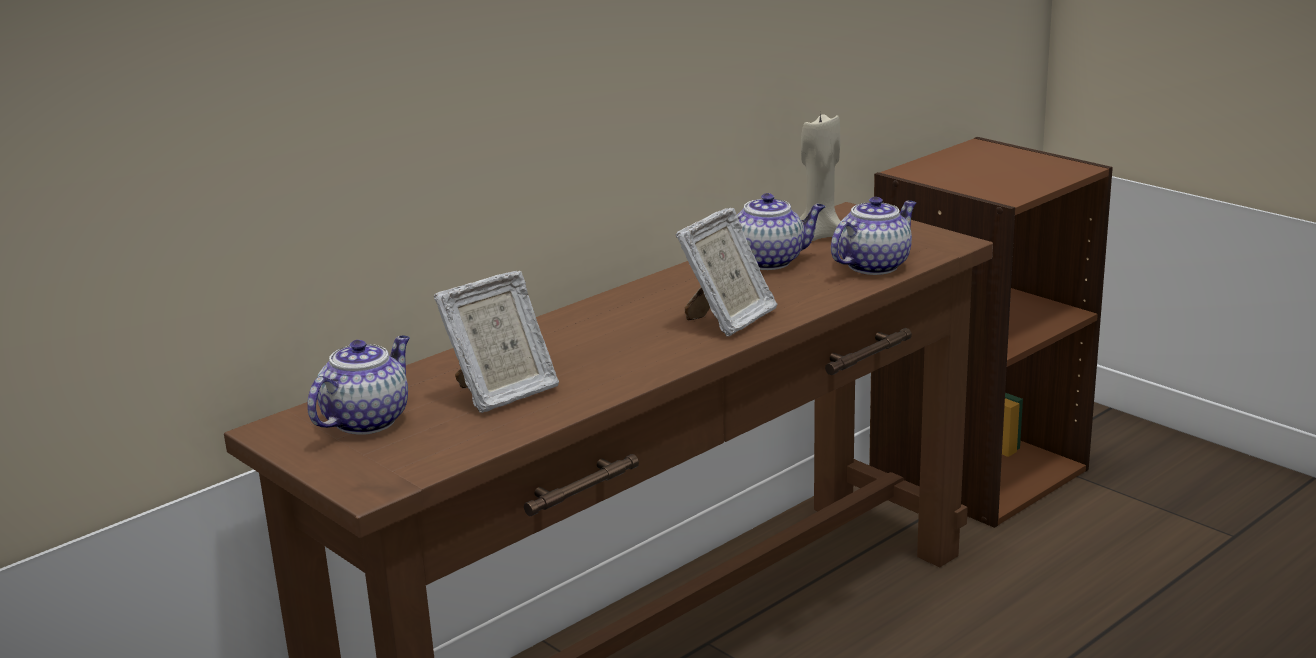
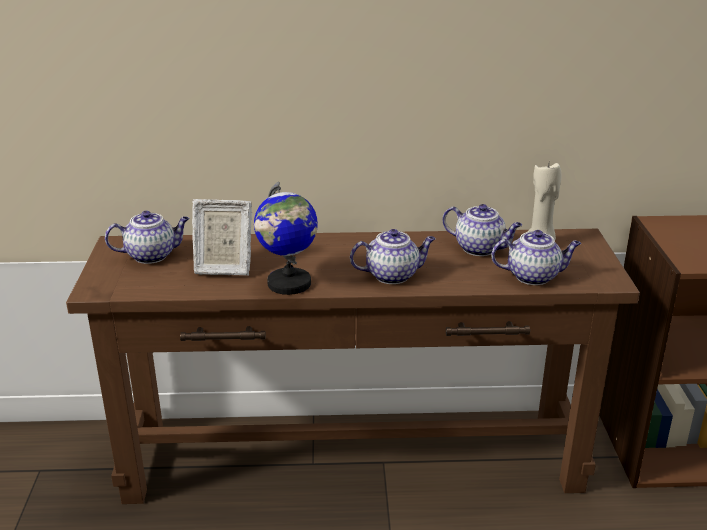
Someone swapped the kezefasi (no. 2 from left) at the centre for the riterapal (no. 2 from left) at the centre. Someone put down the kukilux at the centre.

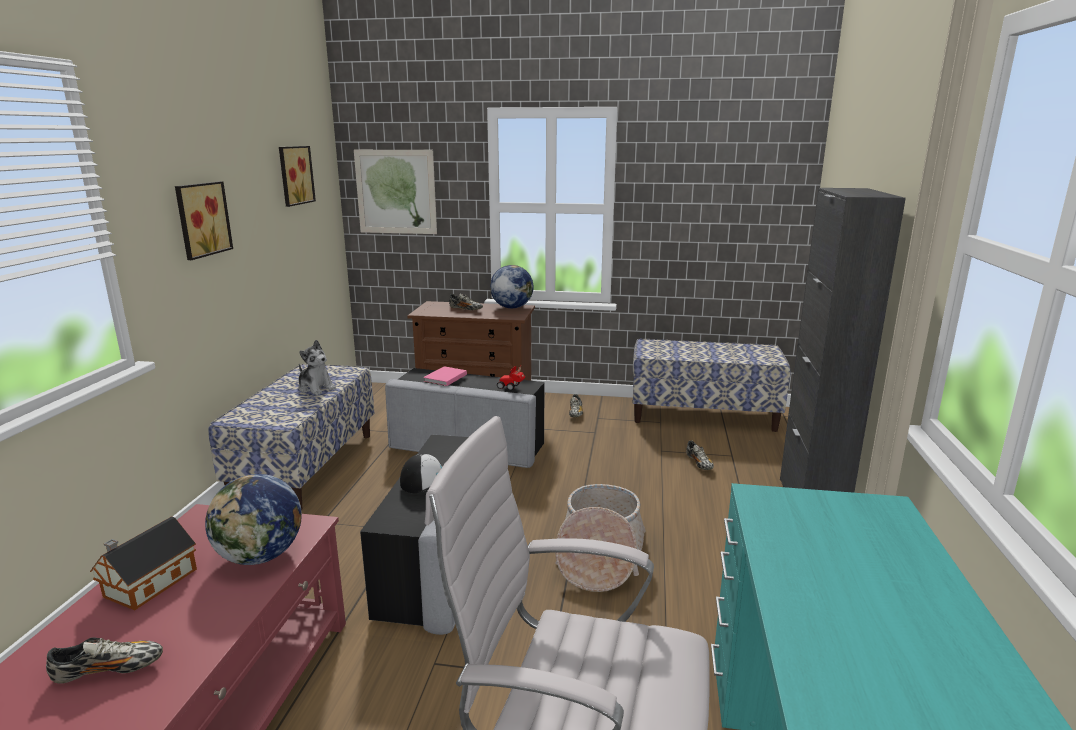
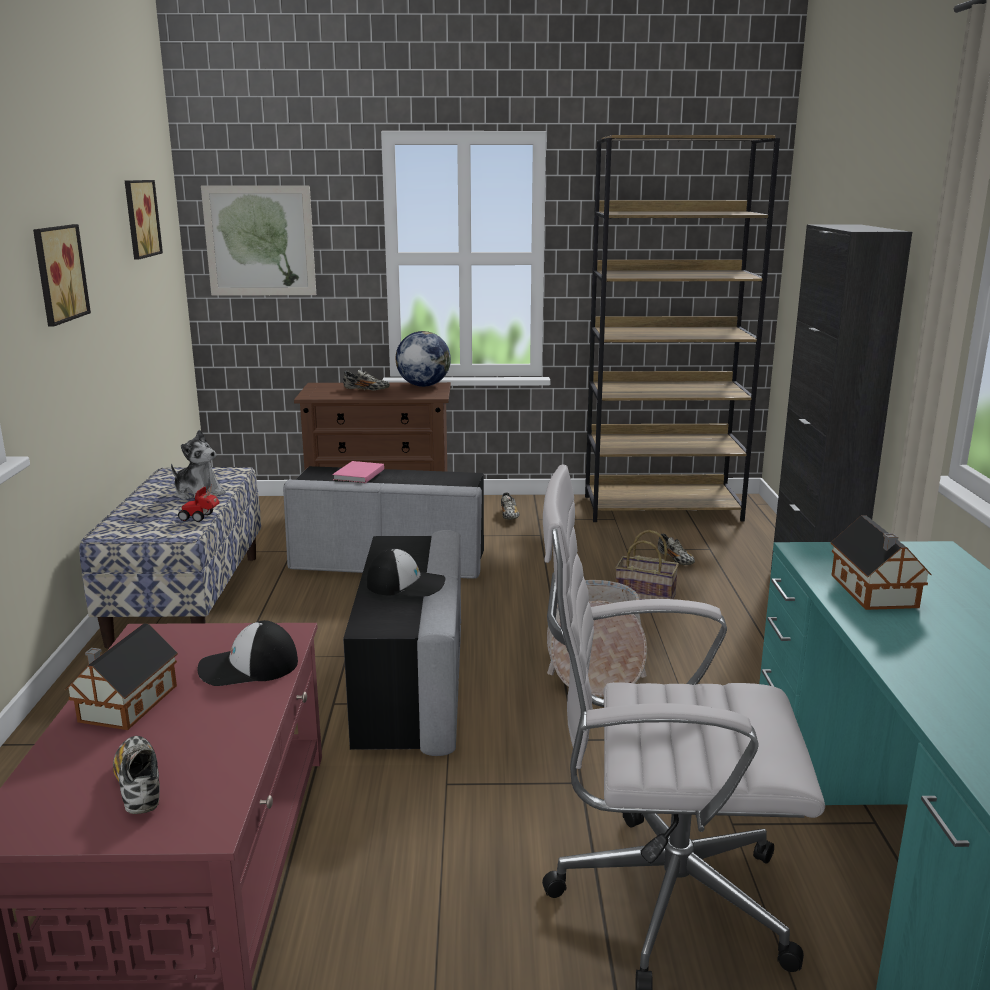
Someone rotated the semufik (no. 1 from left) at the bottom left by 90 degrees counterclockwise. Someone swapped the kukilux (no. 1 from left) at the bottom left for the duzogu (no. 1 from left) at the middle left. Someone carried the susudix from the centre to the middle left. Someone swapped the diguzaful (no. 2 from left) at the centre for the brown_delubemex at the top right. Someone put down the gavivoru (no. 2 from left) at the centre. Someone put down the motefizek (no. 2 from left) at the middle right.

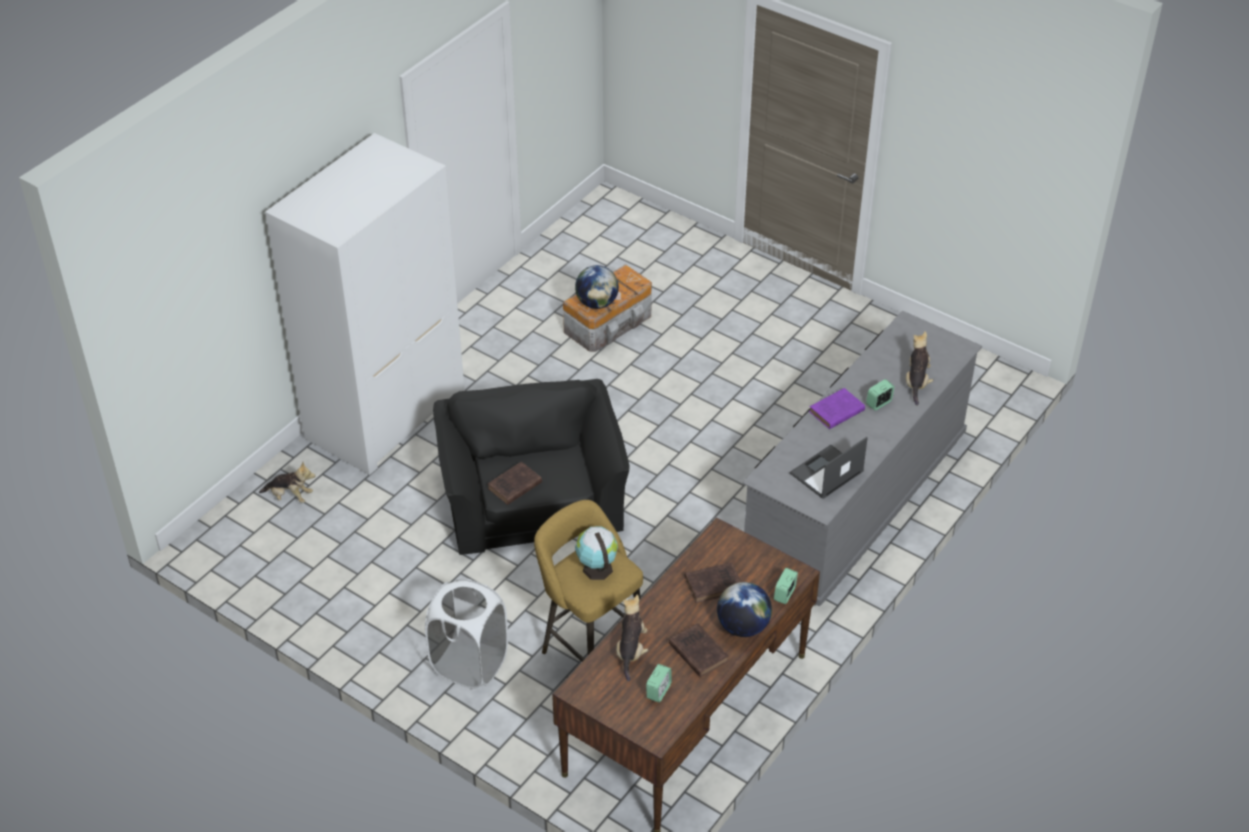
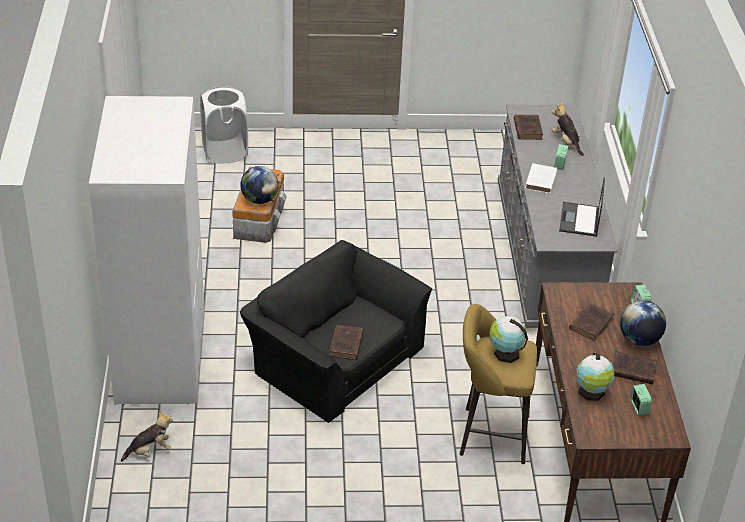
Someone carried the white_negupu from the bottom centre to the top left. Someone swapped the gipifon (no. 2 from left) at the bottom centre for the kukilux (no. 3 from left) at the bottom right. Someone repainted the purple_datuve at the middle right, which became the white_datuve at the middle right. Someone put down the brown_datuve (no. 2 from left) at the top right.

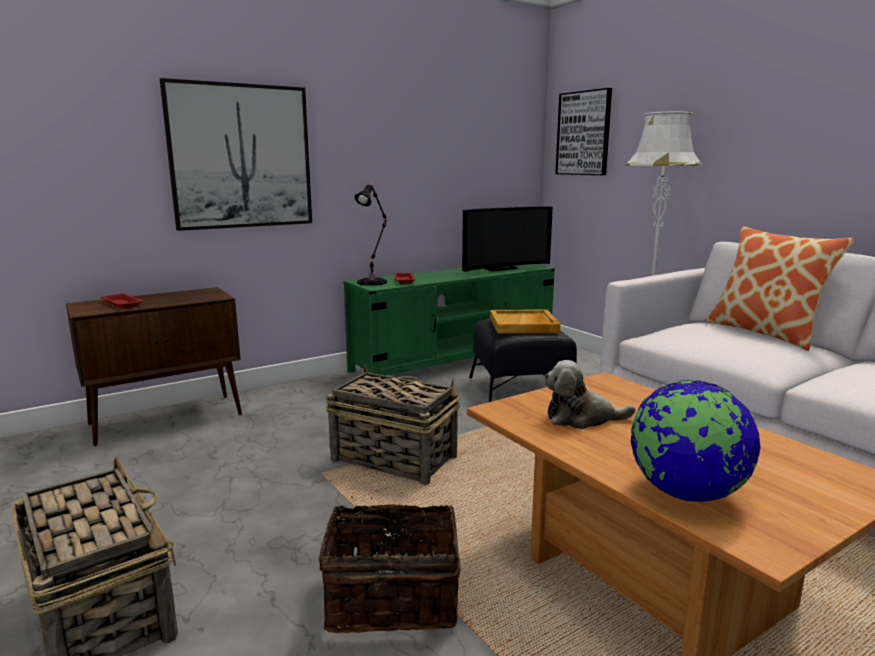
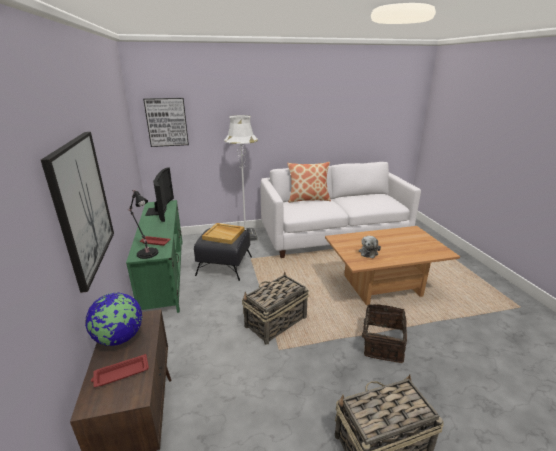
Someone carried the kukilux from the bottom right to the bottom left.

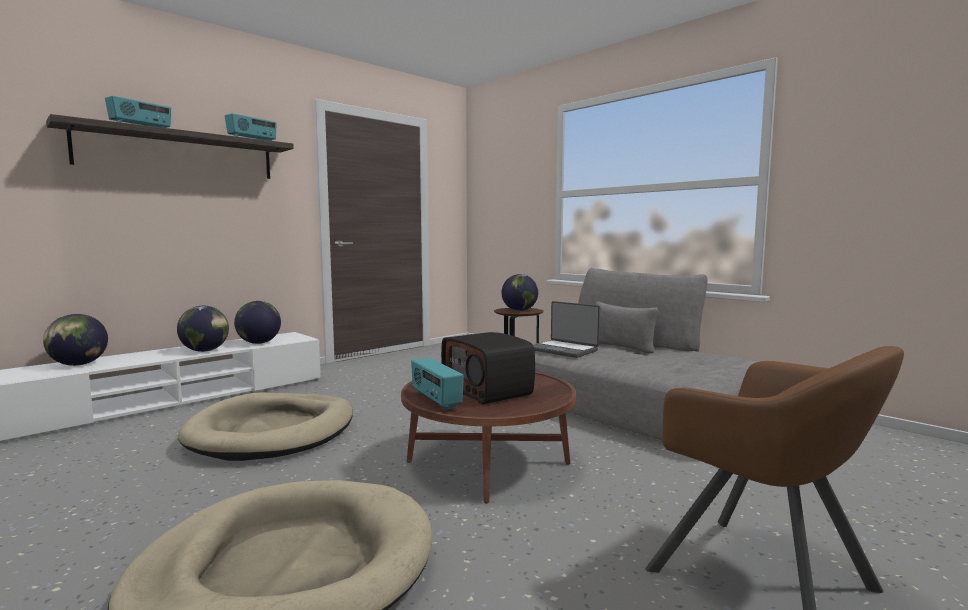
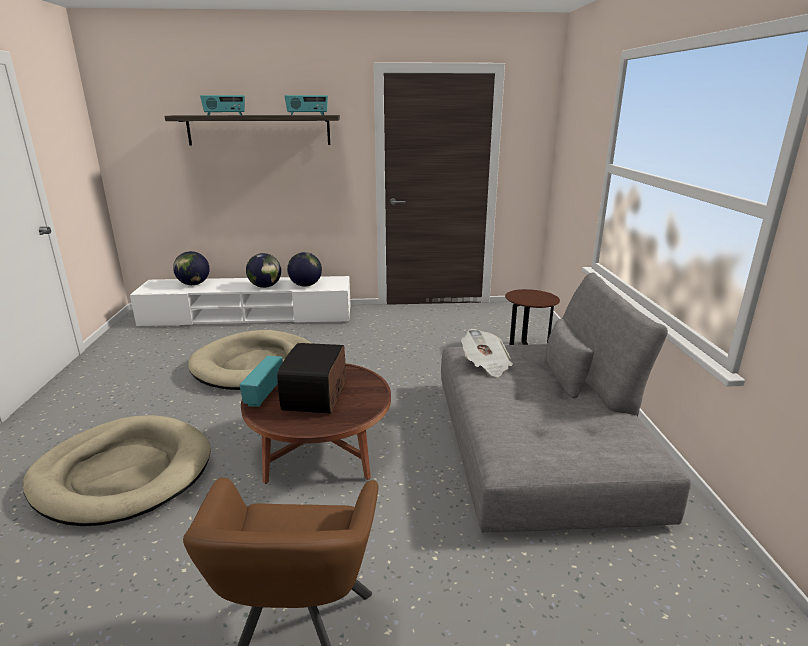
Someone took away the kukilux (no. 4 from left) at the centre. Someone swapped the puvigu at the centre for the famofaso at the centre.

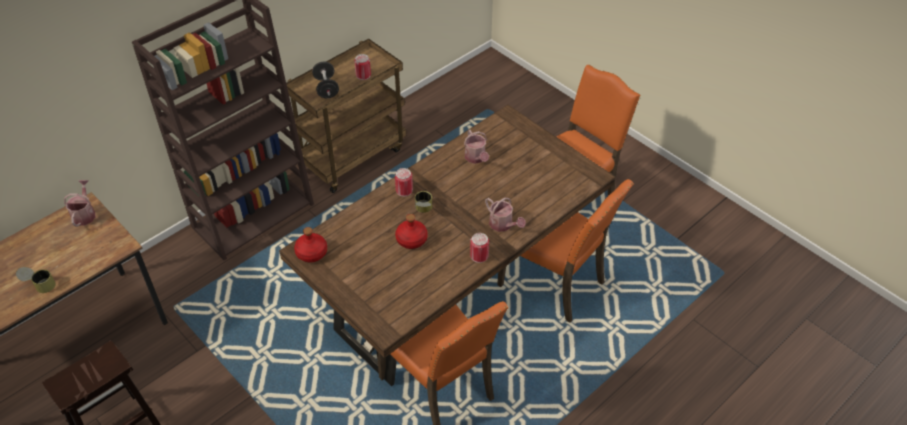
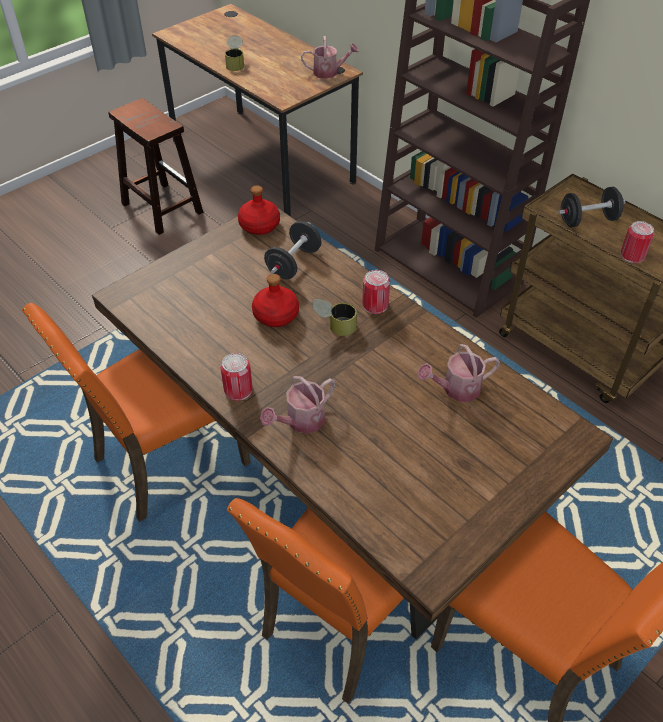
Someone put down the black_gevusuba (no. 1 from left) at the centre.

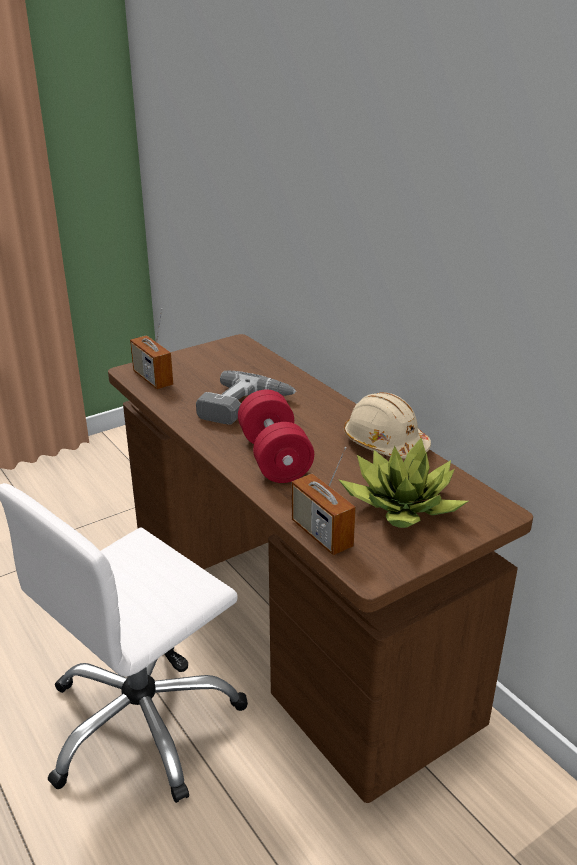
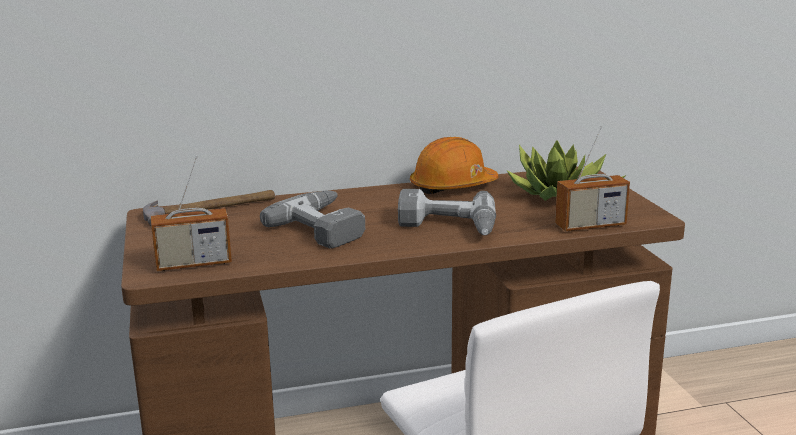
Someone swapped the red_gevusuba at the centre for the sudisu (no. 2 from left) at the centre. Someone repainted the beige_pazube at the middle right, which became the orange_pazube at the centre. Someone put down the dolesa at the middle left.

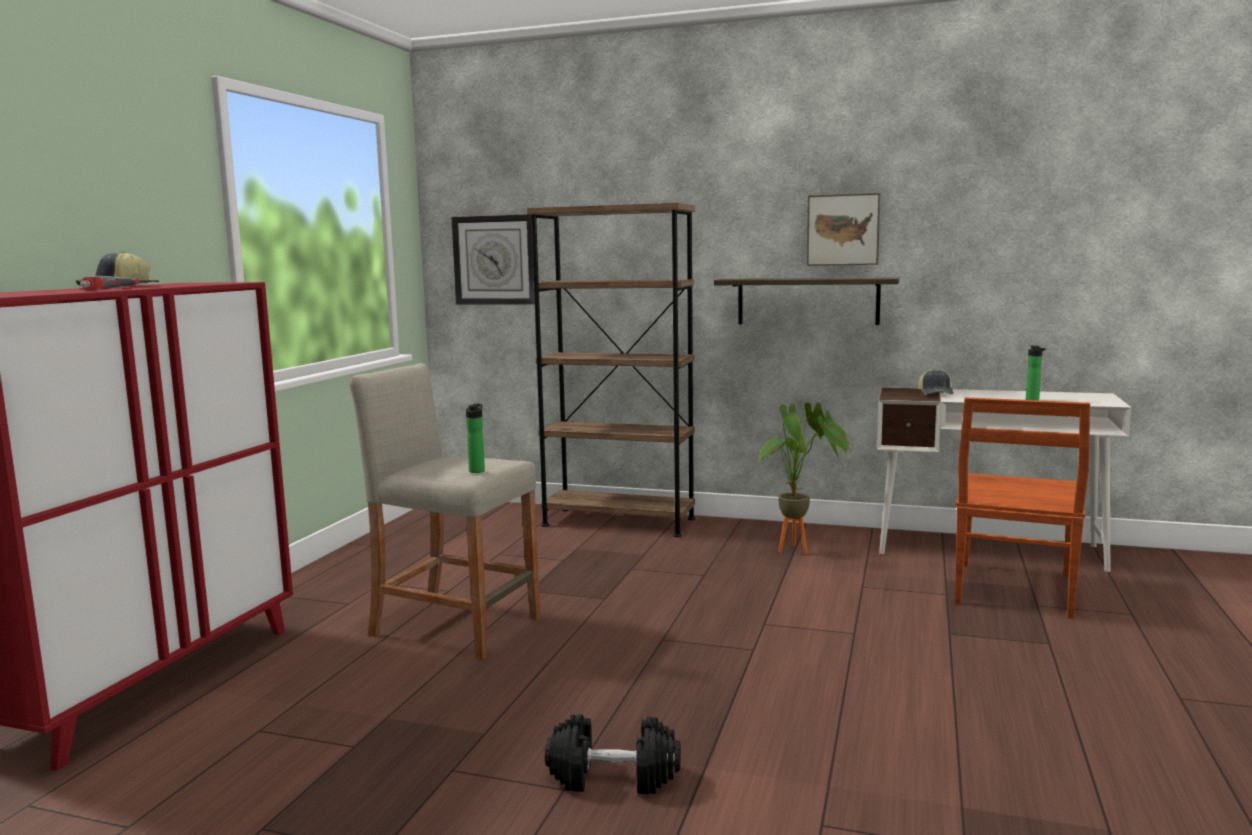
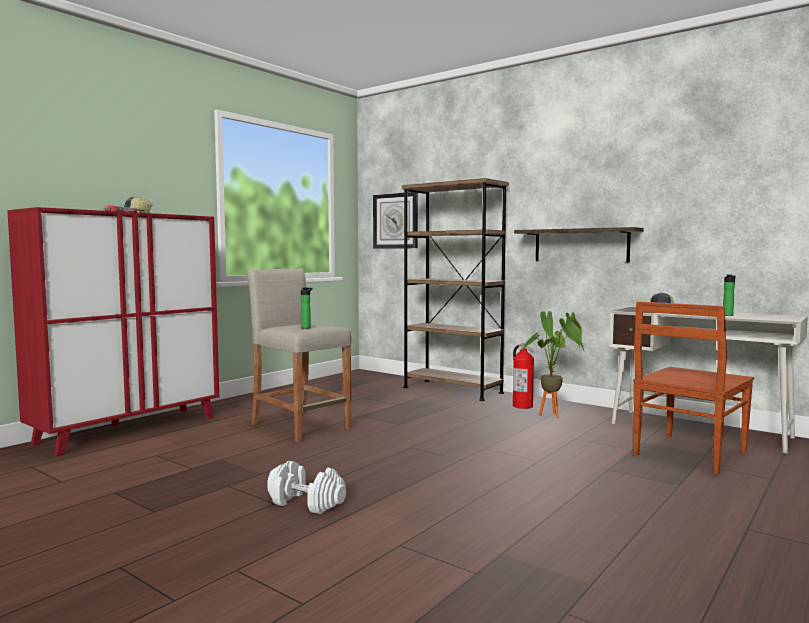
Someone repainted the black_gevusuba at the bottom centre, which became the white_gevusuba at the bottom centre. Someone took away the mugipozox at the top right. Someone put down the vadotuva at the centre.

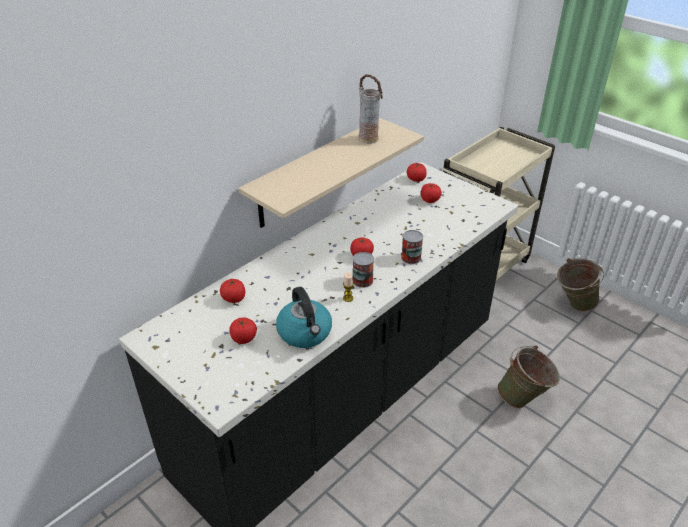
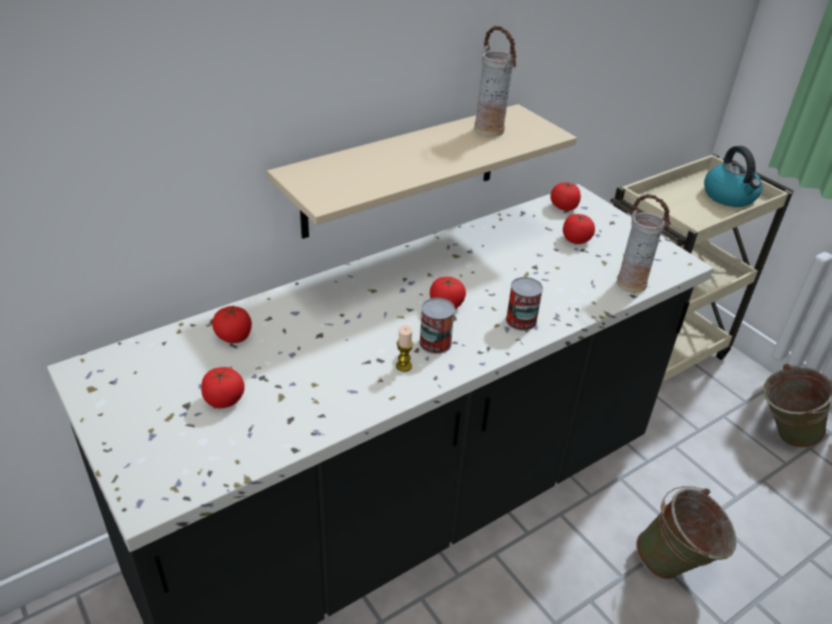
Someone carried the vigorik from the centre to the top right. Someone put down the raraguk (no. 2 from left) at the middle right.

